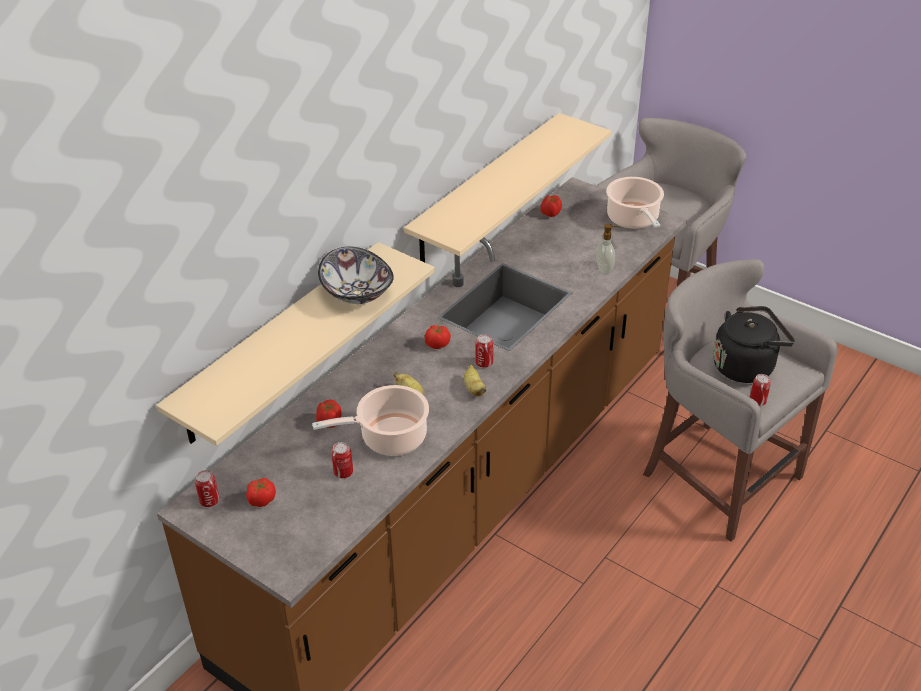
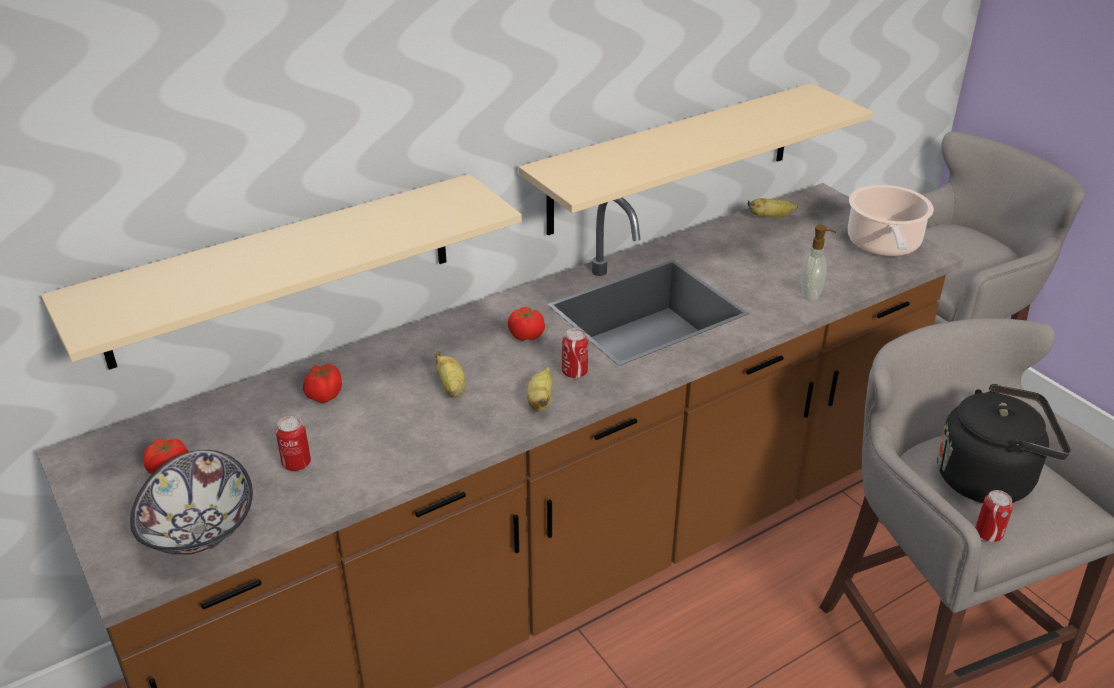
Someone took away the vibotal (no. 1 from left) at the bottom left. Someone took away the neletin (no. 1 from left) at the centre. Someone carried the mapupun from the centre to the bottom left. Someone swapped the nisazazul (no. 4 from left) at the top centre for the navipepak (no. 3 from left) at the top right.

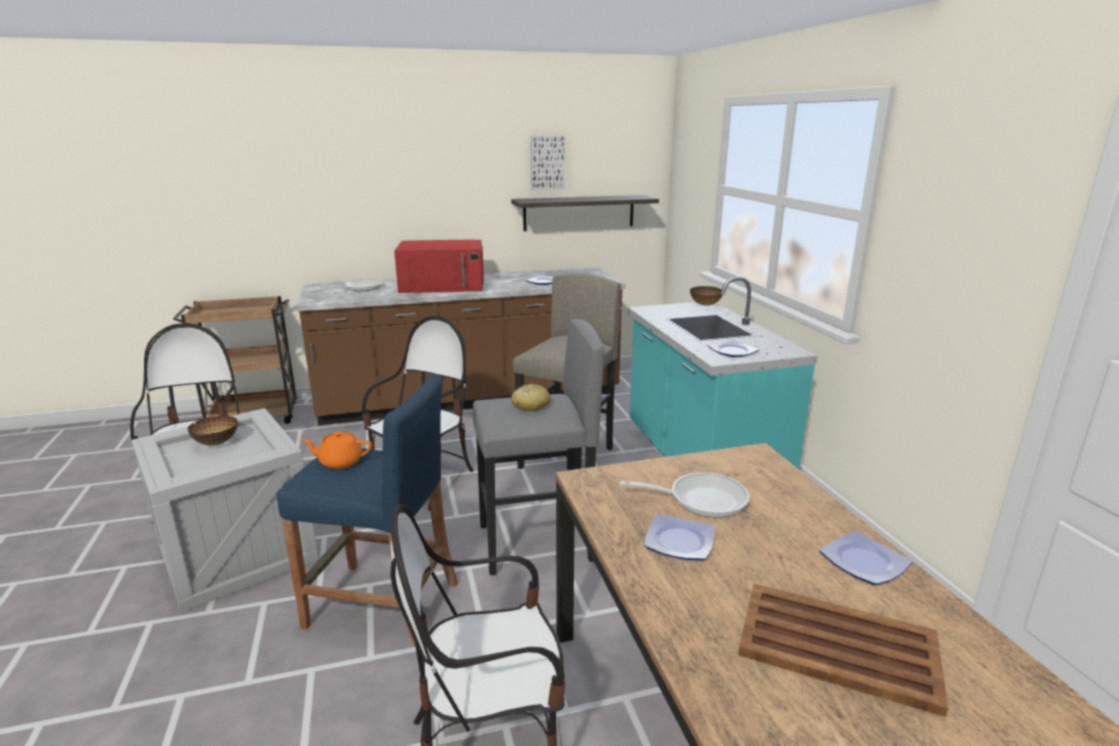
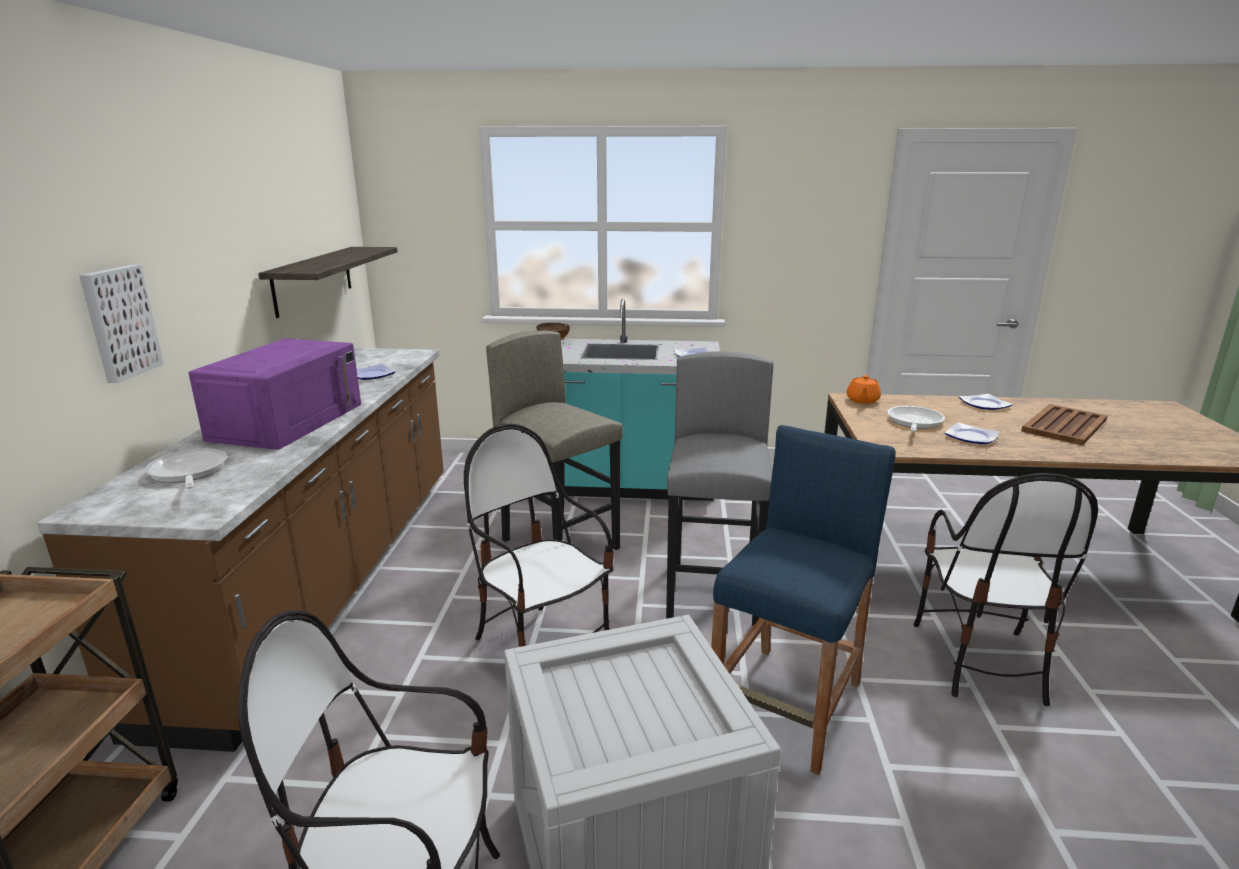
Someone took away the mapupun (no. 1 from left) at the middle left. Someone carried the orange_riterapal from the middle left to the middle right. Someone repainted the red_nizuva at the centre, which became the purple_nizuva at the middle left. Someone took away the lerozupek at the centre. Someone carried the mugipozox from the top centre to the middle left.

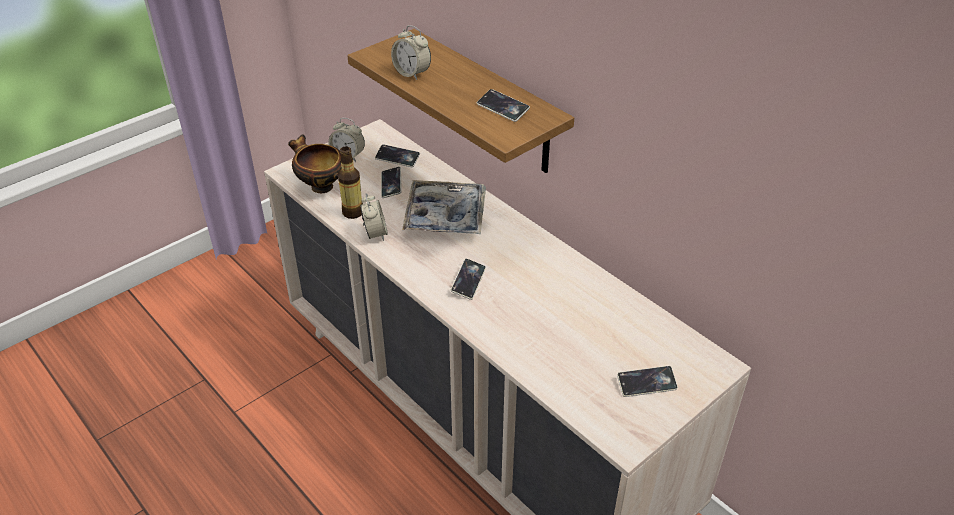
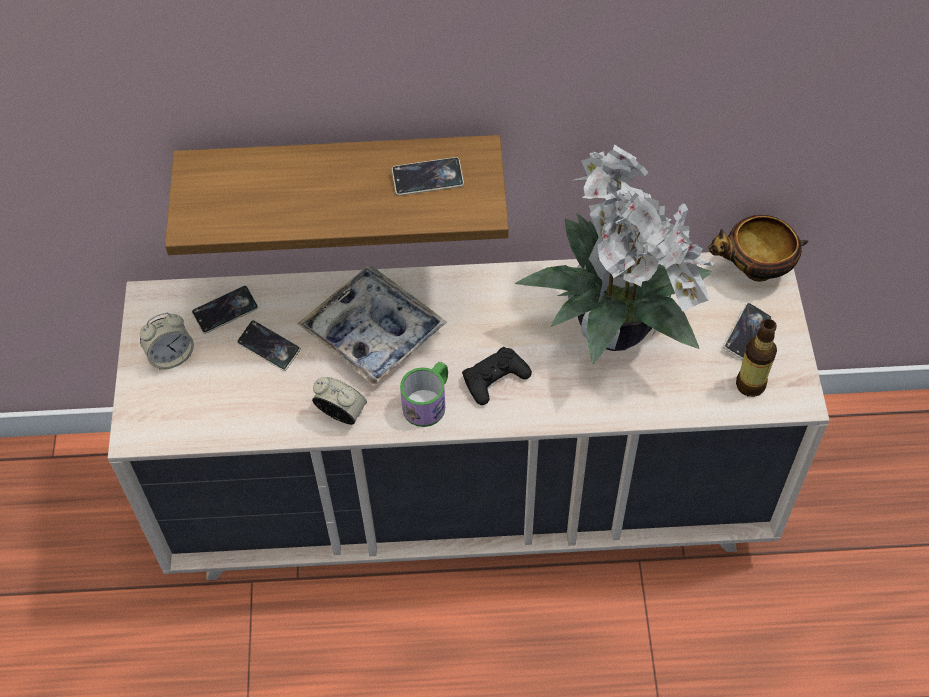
Someone carried the mapupun from the top left to the middle right. Someone carried the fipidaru from the centre to the middle right. Someone took away the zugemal (no. 3 from left) at the top centre. Someone swapped the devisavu (no. 3 from left) at the centre for the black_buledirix at the centre. Someone put down the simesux at the centre. Someone put down the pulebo at the centre.

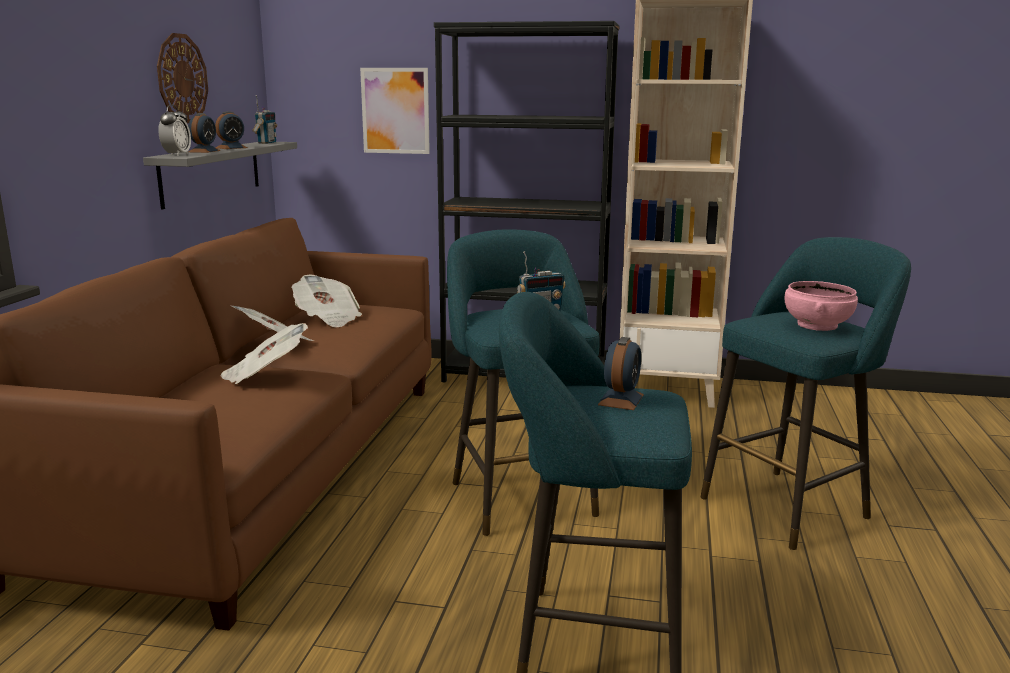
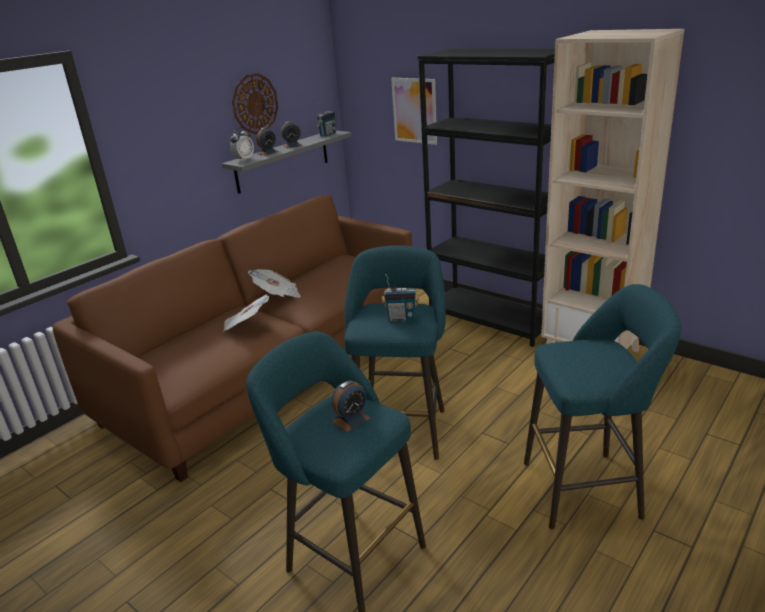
Someone took away the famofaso (no. 3 from left) at the middle left. Someone took away the pink_mapupun at the middle right.

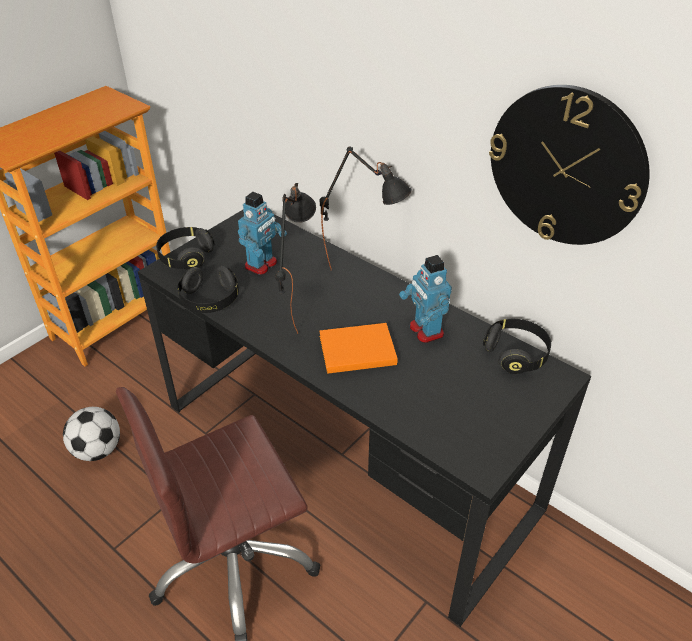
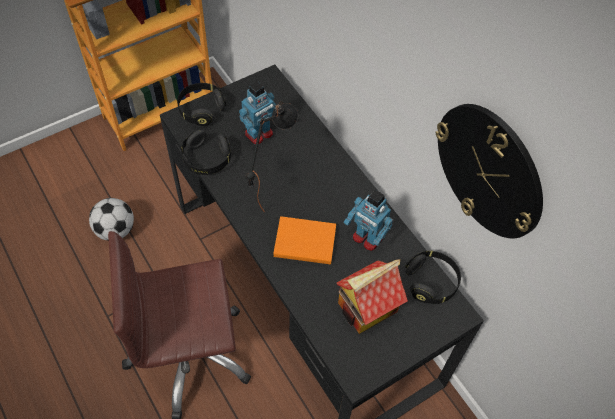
Someone took away the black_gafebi (no. 2 from left) at the top centre. Someone rotated the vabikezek (no. 2 from left) at the centre by 45 degrees counterclockwise. Someone put down the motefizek at the bottom centre.

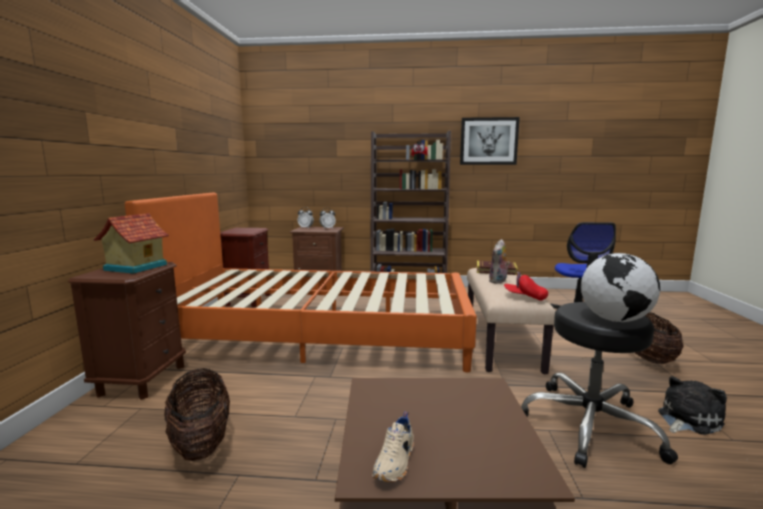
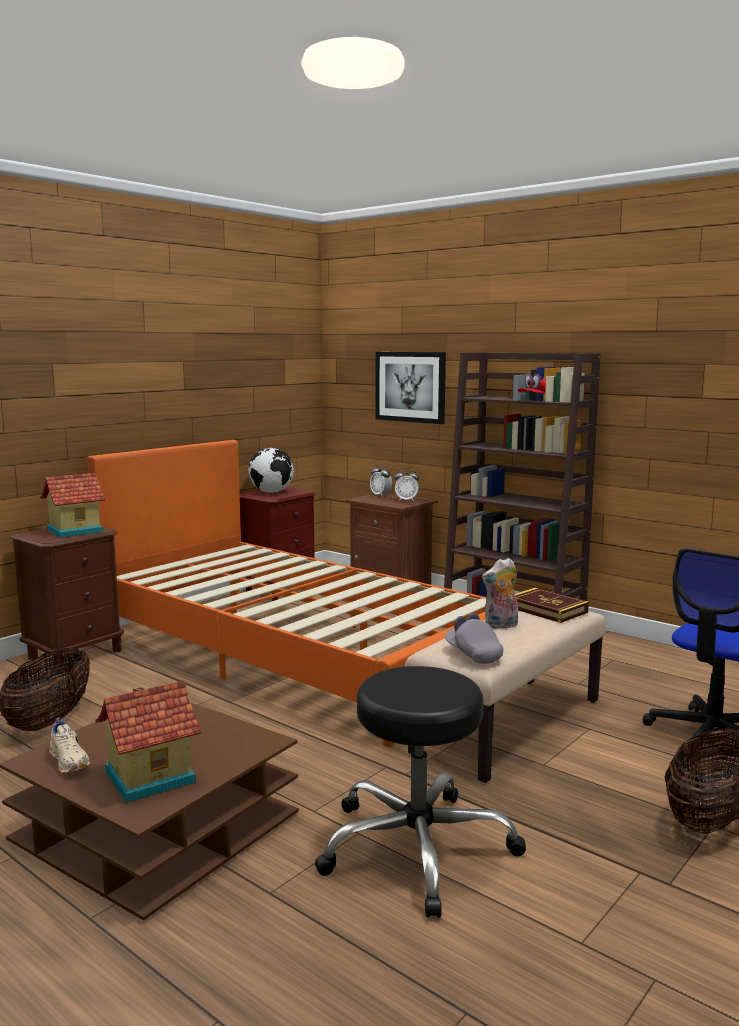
Someone rotated the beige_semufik at the bottom centre by 90 degrees counterclockwise. Someone carried the mugipozox from the top centre to the centre. Someone repainted the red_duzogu (no. 2 from left) at the middle right, which became the grey_duzogu at the centre. Someone carried the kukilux from the middle right to the centre. Someone took away the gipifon (no. 2 from left) at the bottom right. Someone put down the motefizek (no. 2 from left) at the bottom left.

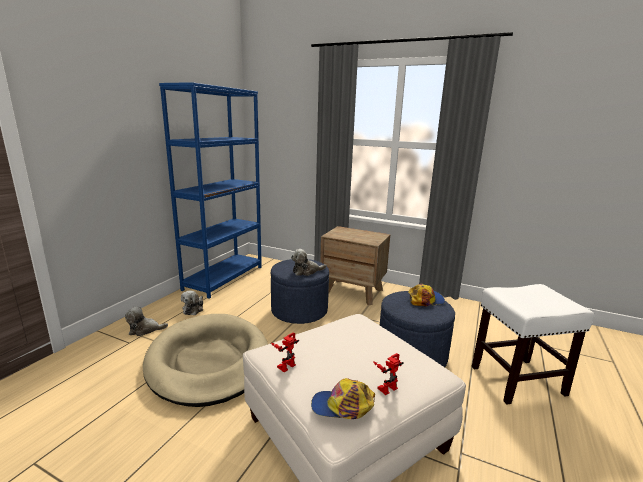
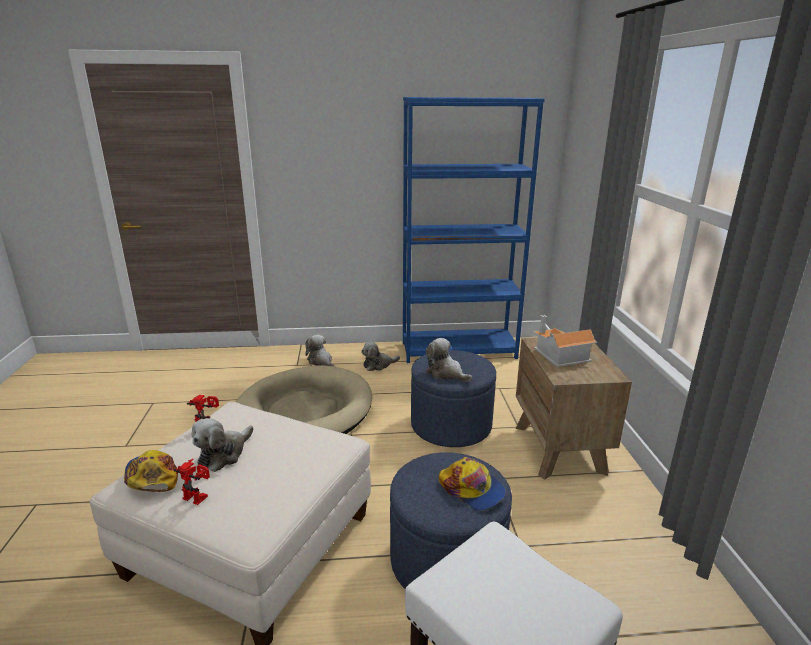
Someone put down the gipifon (no. 1 from left) at the bottom left. Someone put down the motefizek at the middle right.

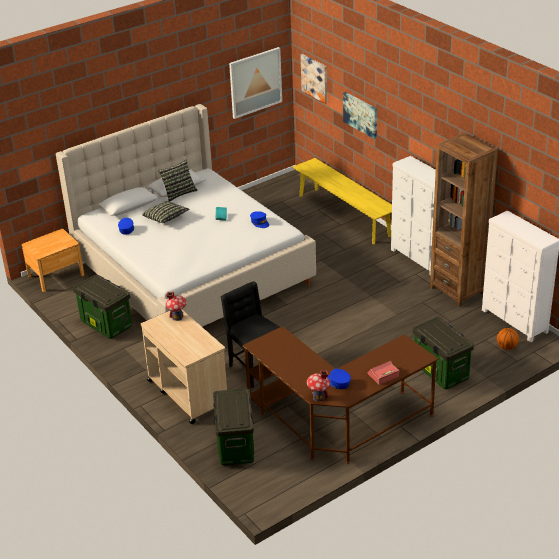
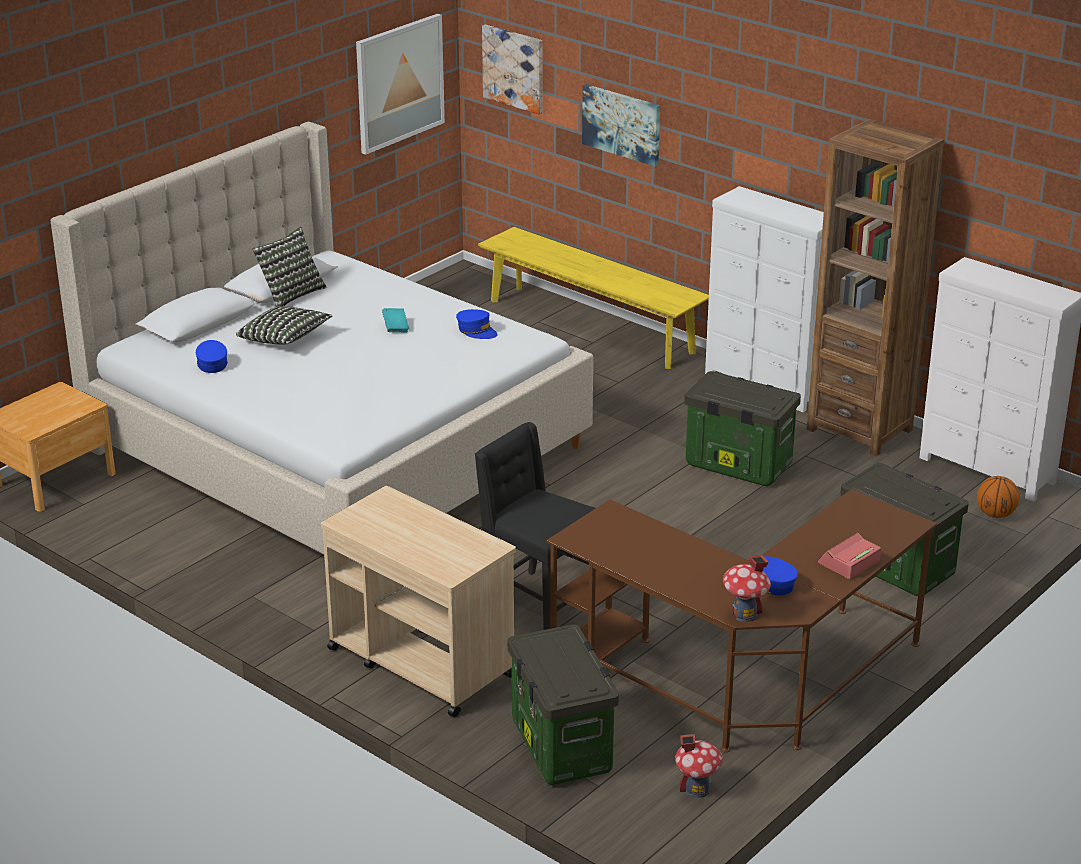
Someone carried the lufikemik (no. 1 from left in the first image) from the middle left to the middle right. Someone carried the motefizek (no. 1 from left) from the middle left to the bottom centre.

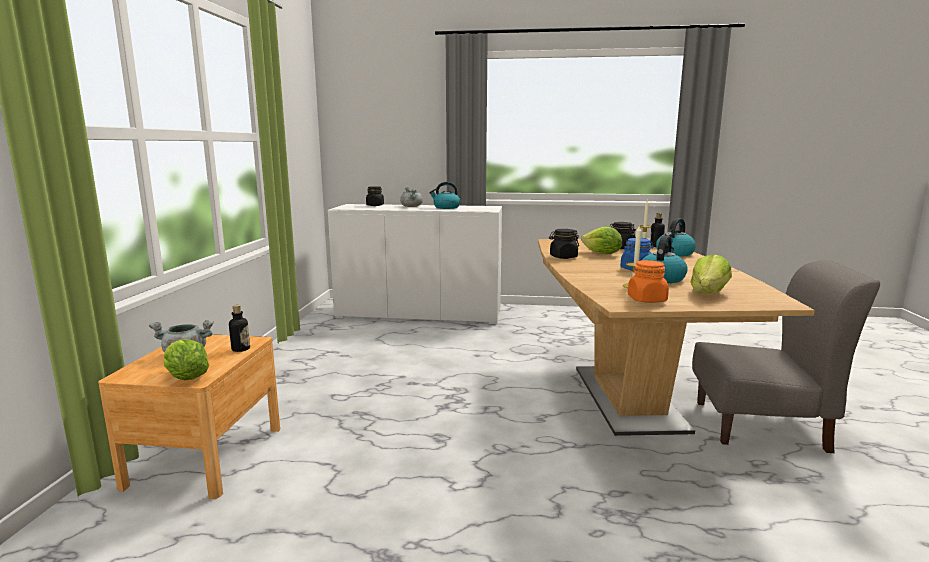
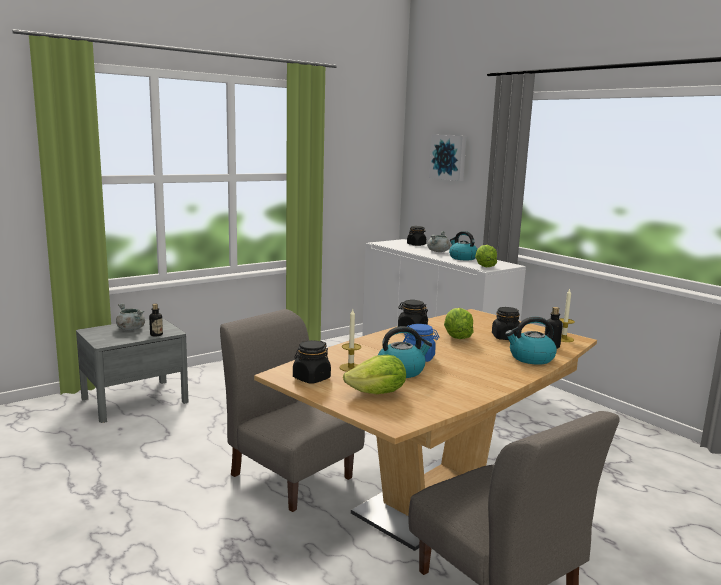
Someone repainted the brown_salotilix at the bottom left, which became the grey_salotilix at the middle left. Someone carried the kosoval (no. 1 from left in the first image) from the middle left to the middle right. Someone repainted the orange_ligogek at the middle right, which became the black_ligogek (no. 1 from left) at the centre. Someone put down the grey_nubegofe (no. 1 from left) at the bottom centre. Someone put up the mugipozox at the top centre.

